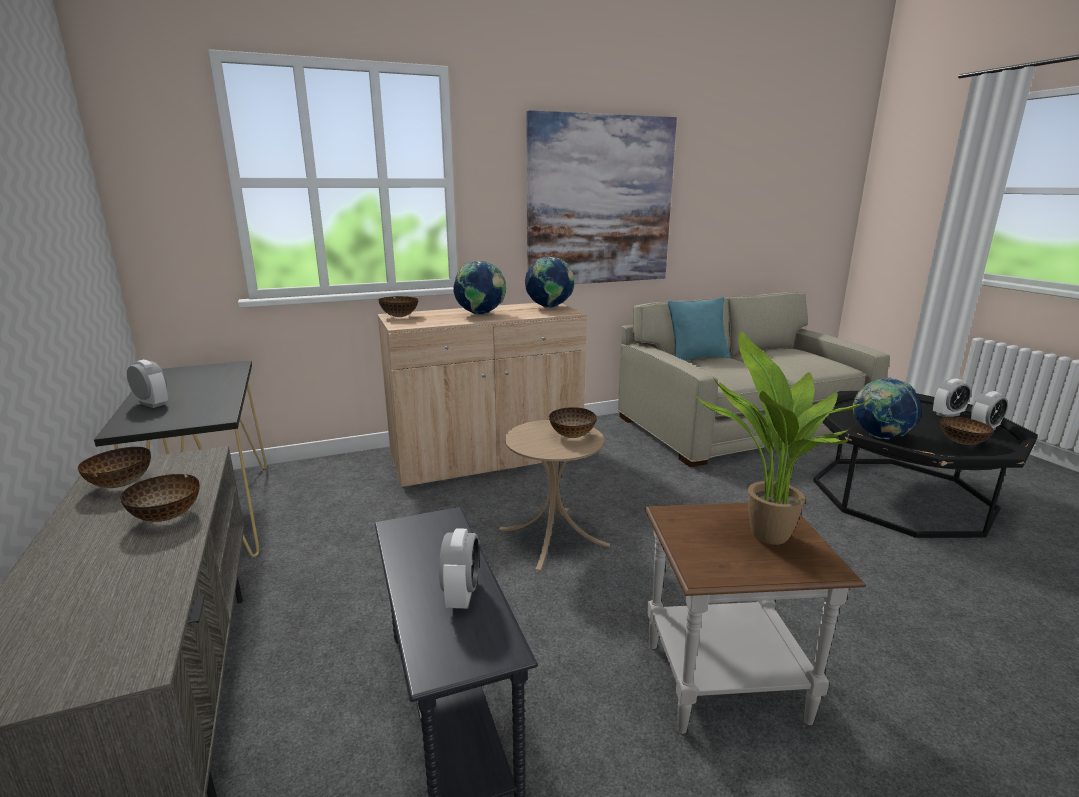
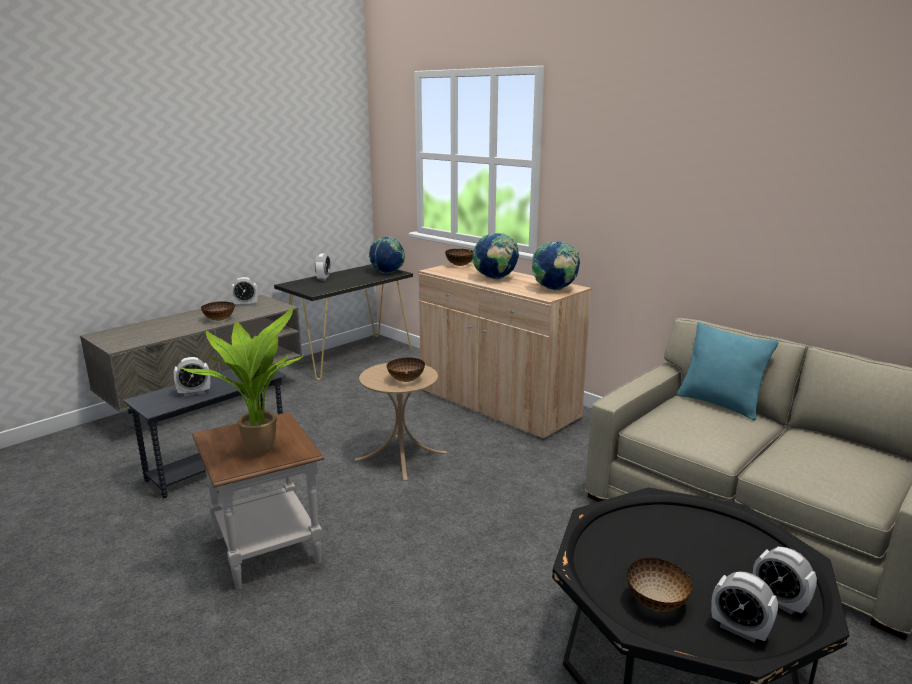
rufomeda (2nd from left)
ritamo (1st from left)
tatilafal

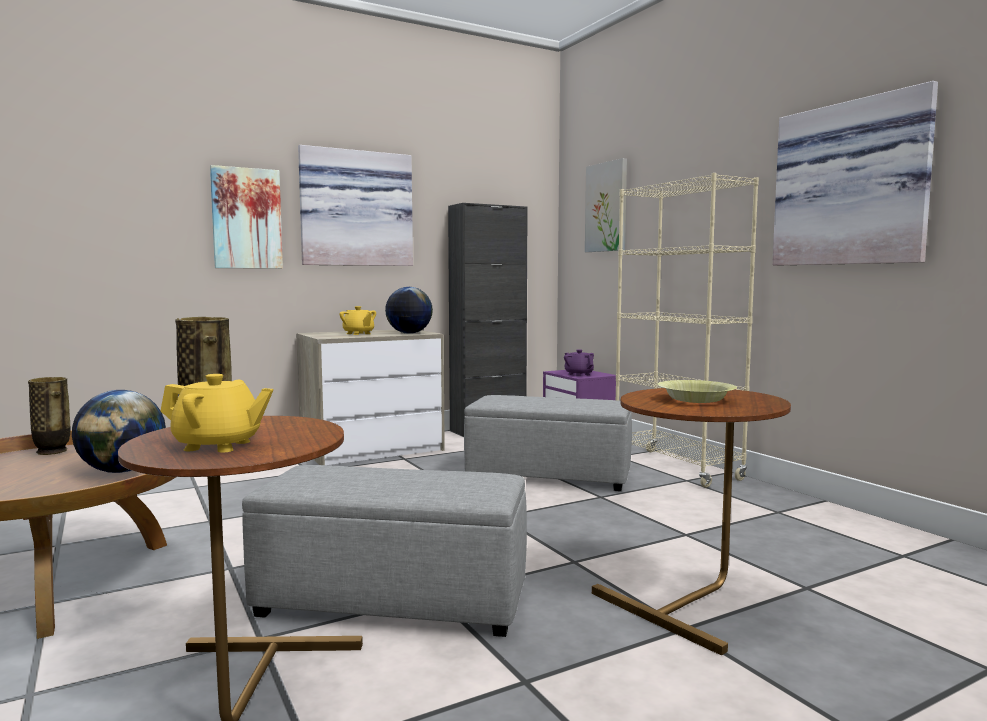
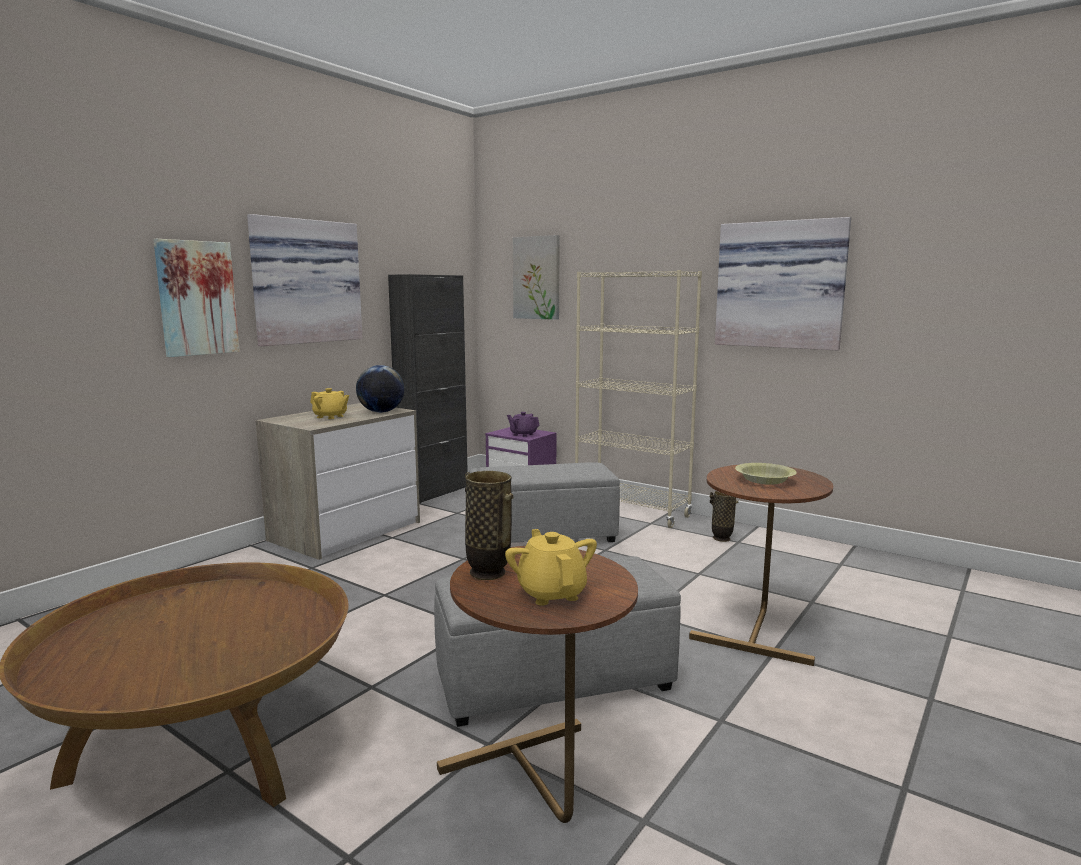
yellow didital (2nd from left)
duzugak (2nd from left)
ritamo (1st from left in the first image)

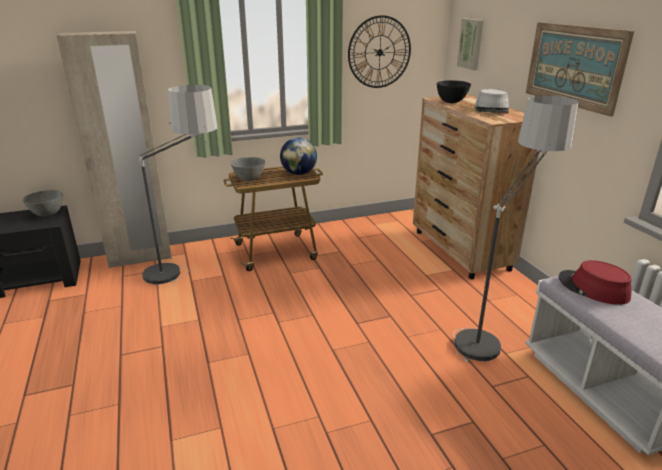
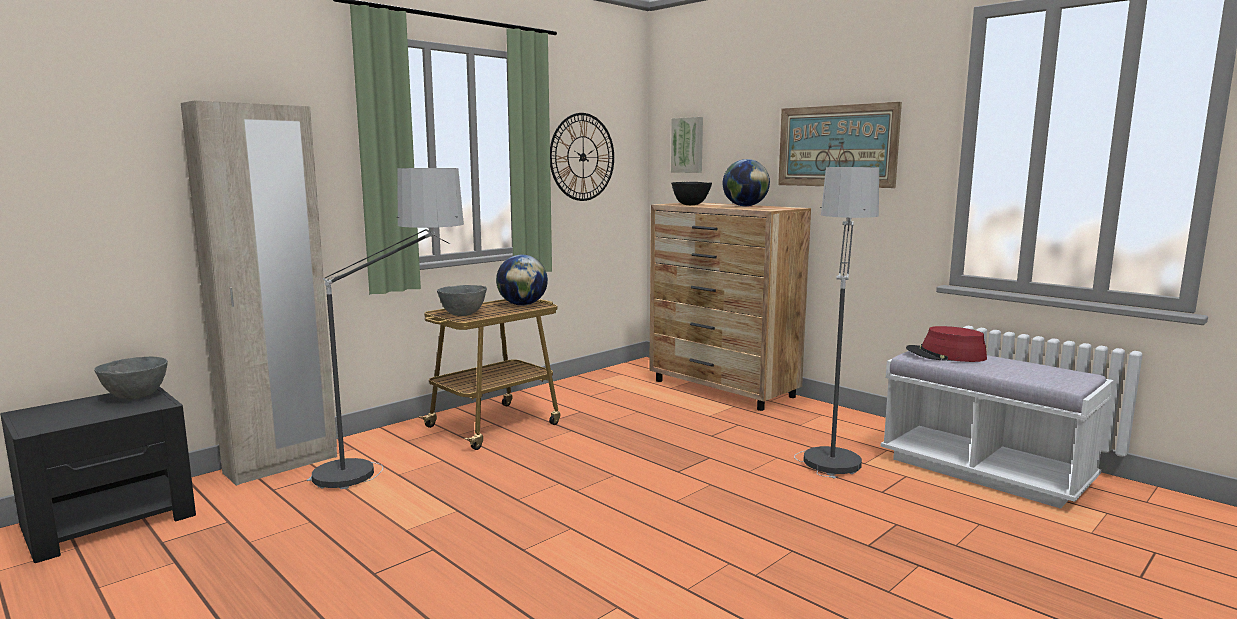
ritamo (2nd from left)

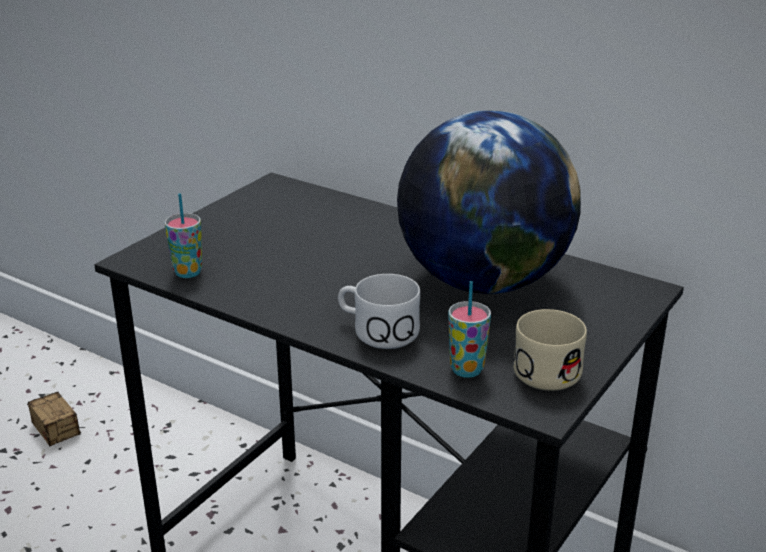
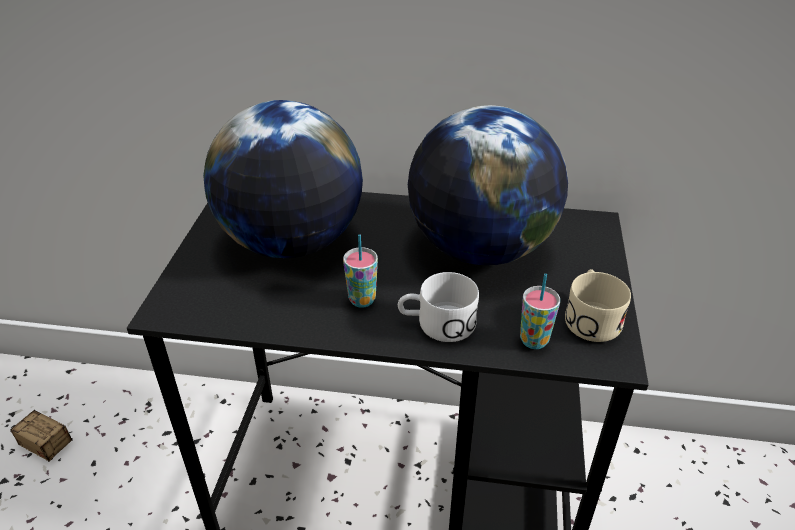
ritamo (1st from left)
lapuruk (1st from left)

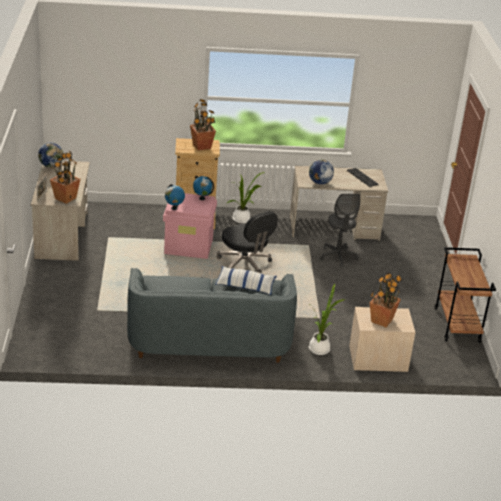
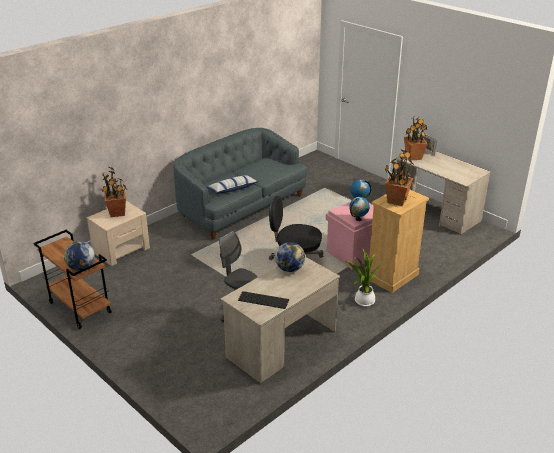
ritamo (1st from left)
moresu (4th from left in the first image)

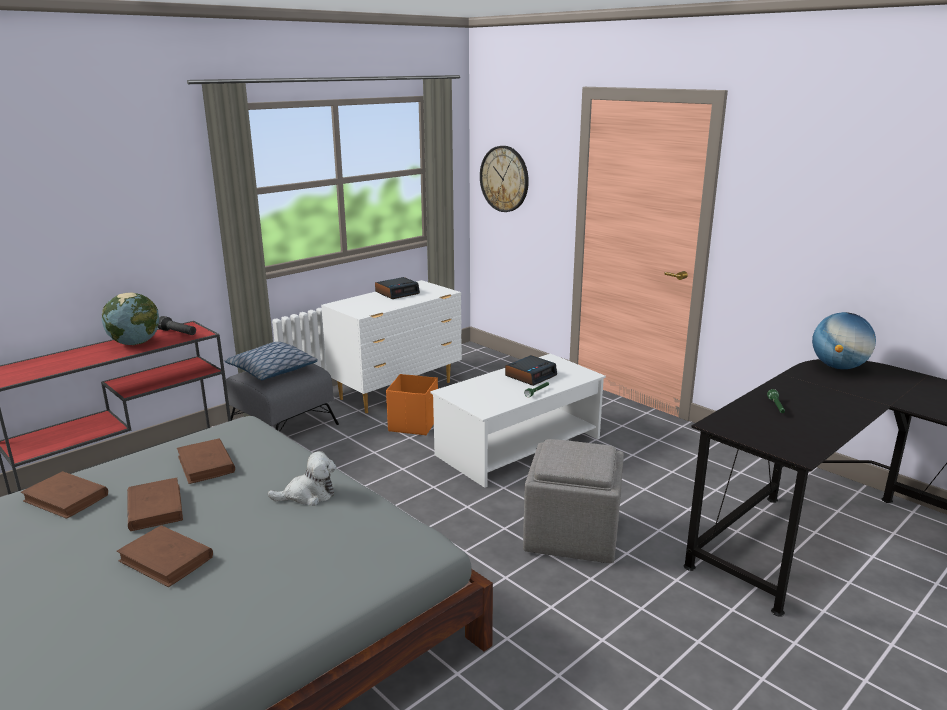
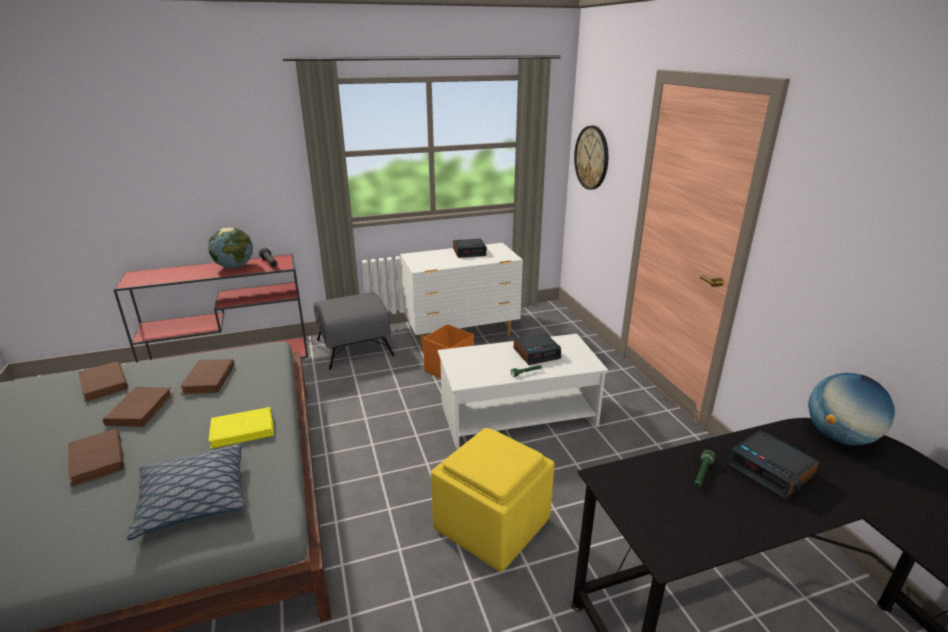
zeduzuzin
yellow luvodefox
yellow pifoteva
rufomeda (3rd from left)

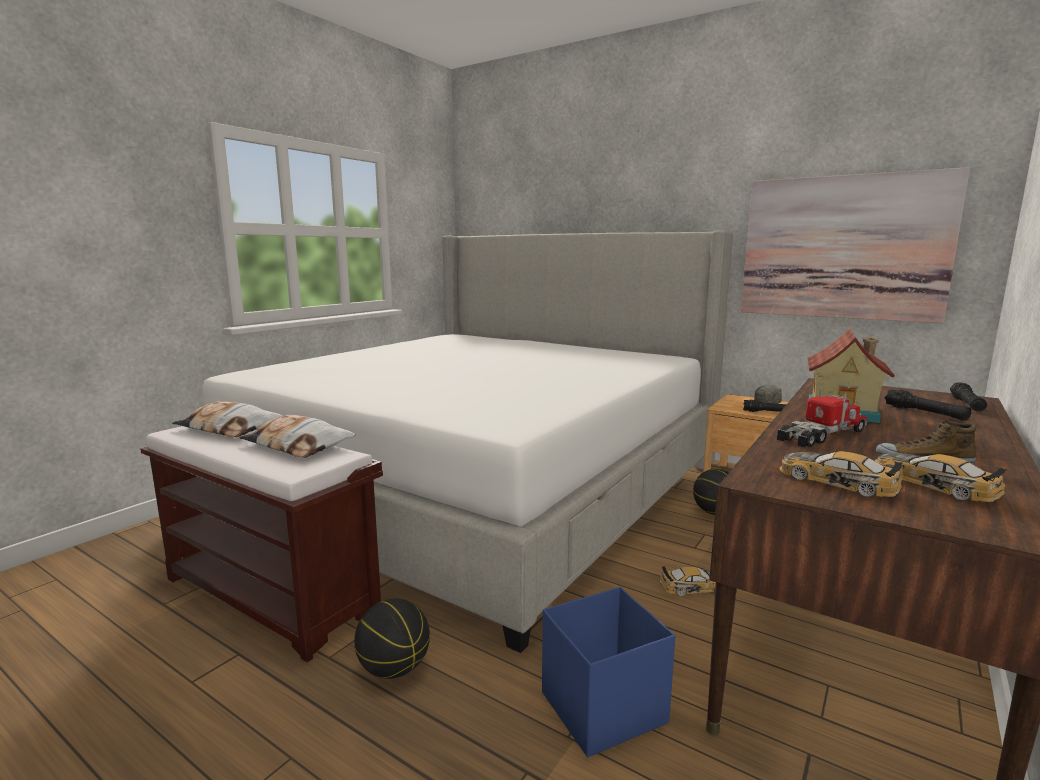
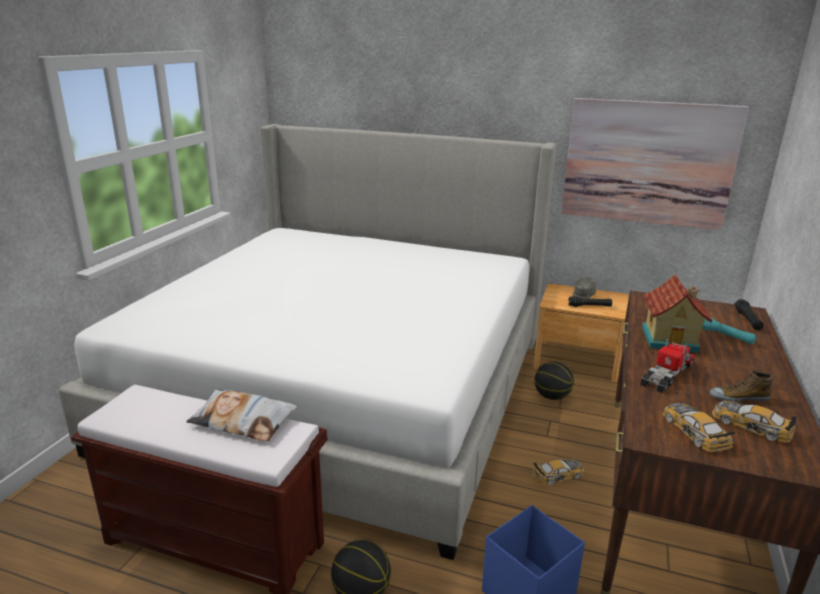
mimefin (2nd from left)
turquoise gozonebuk
zeduzuzin (1st from left in the first image)

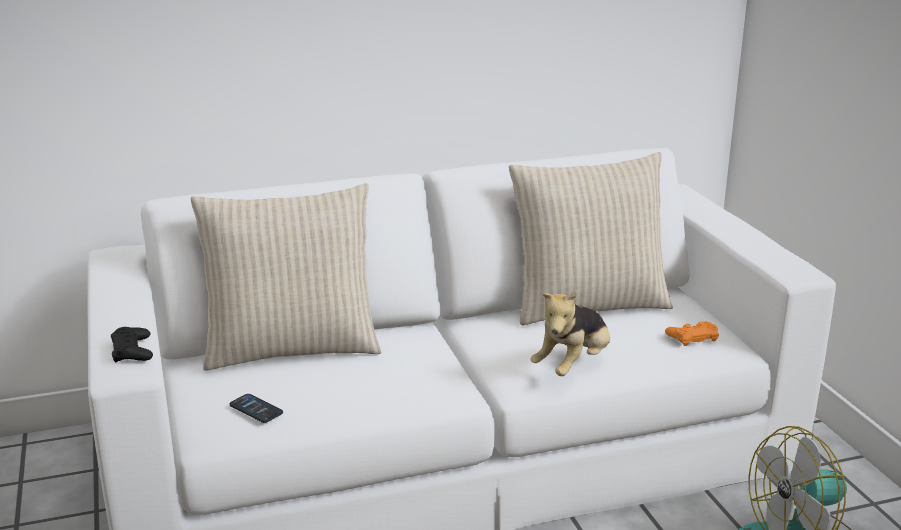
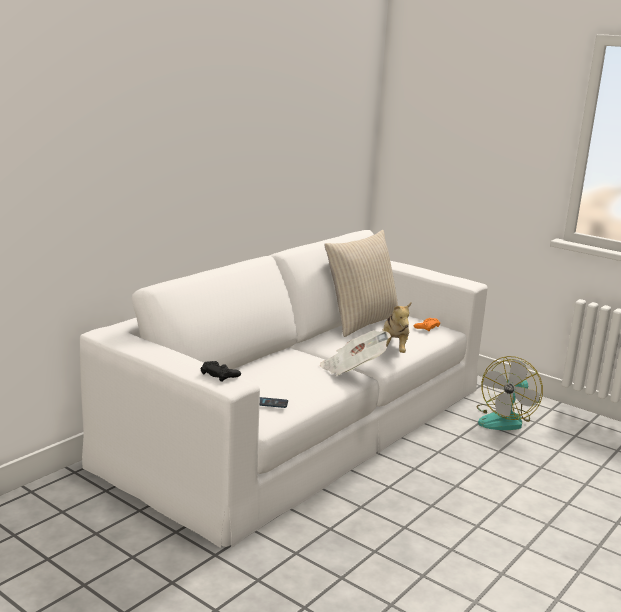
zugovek
beige zeduzuzin (1st from left in the first image)

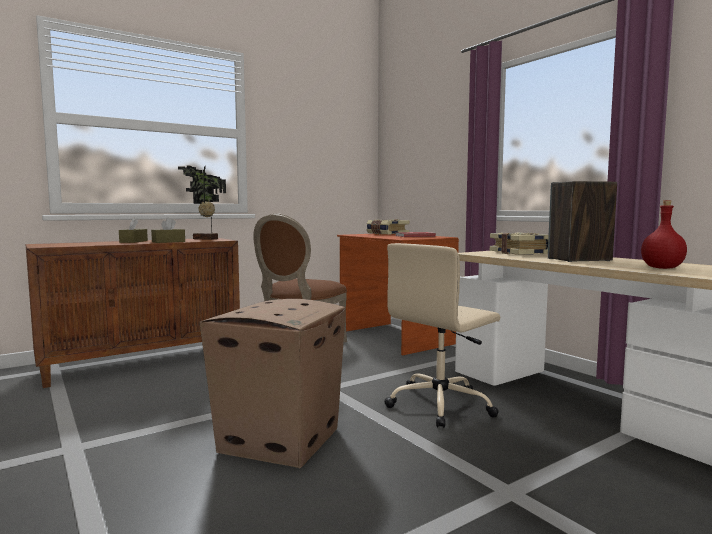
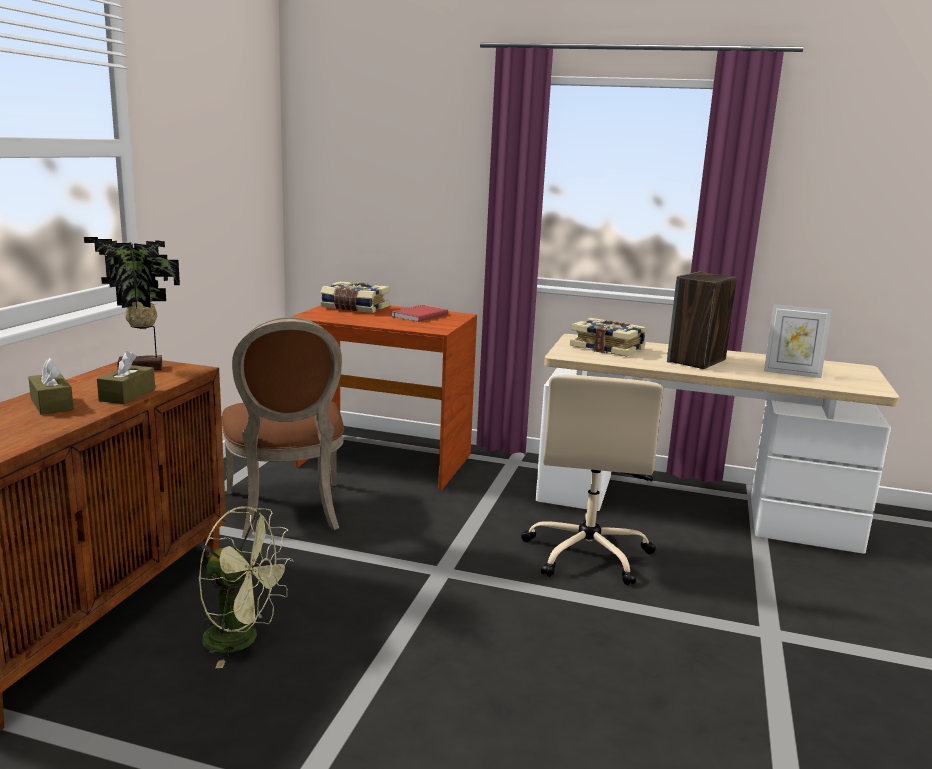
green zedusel
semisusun
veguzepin

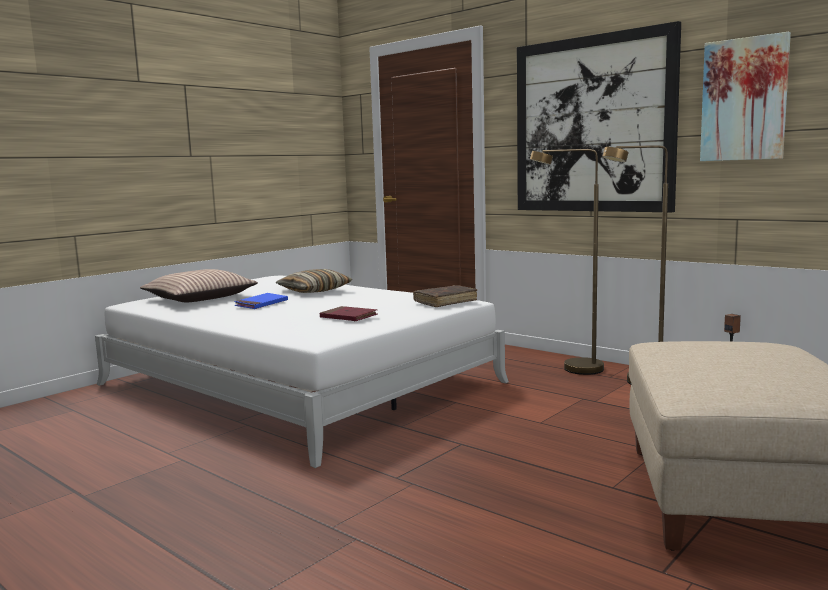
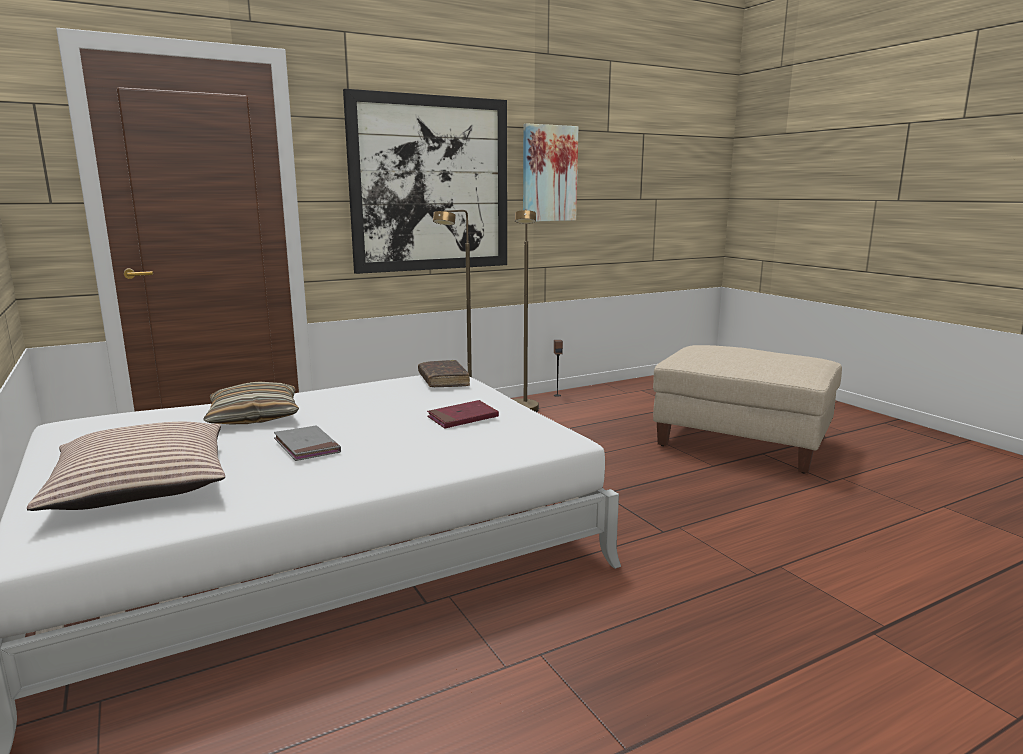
grey luvodefox

